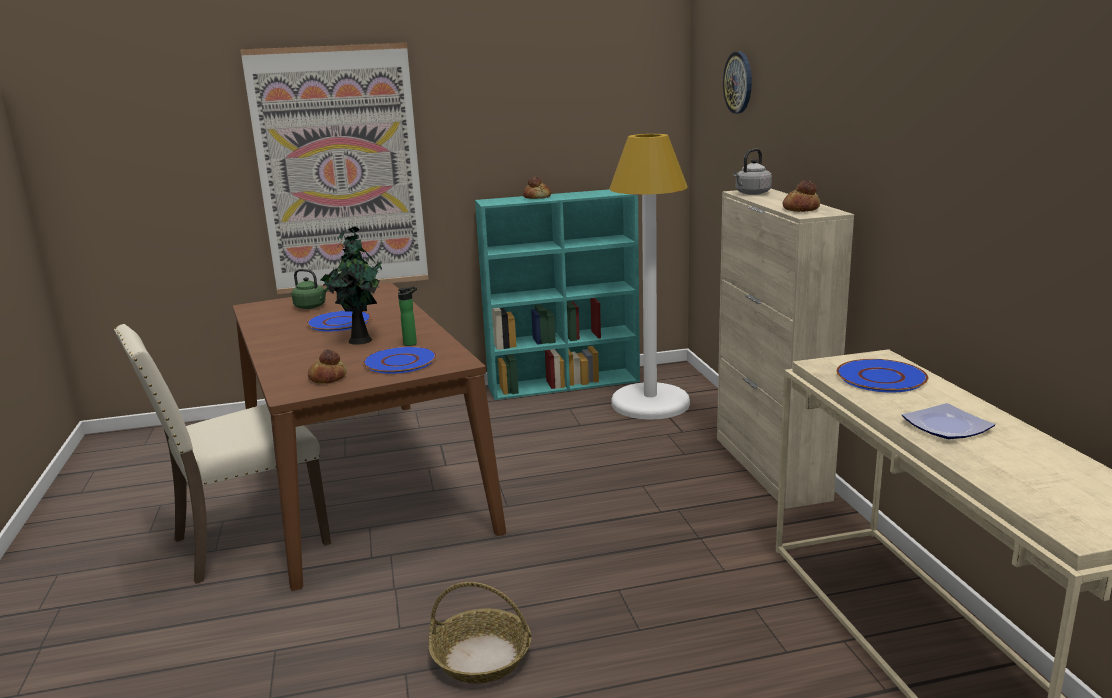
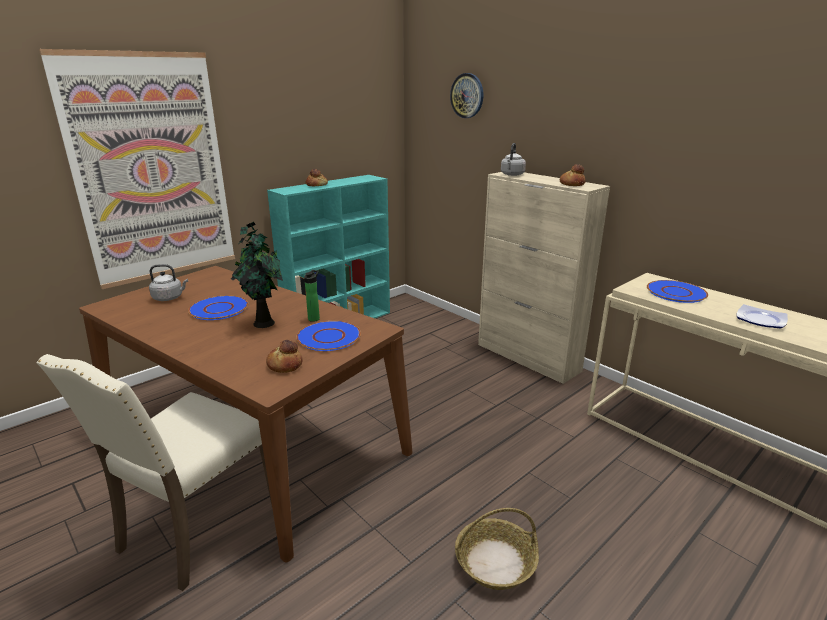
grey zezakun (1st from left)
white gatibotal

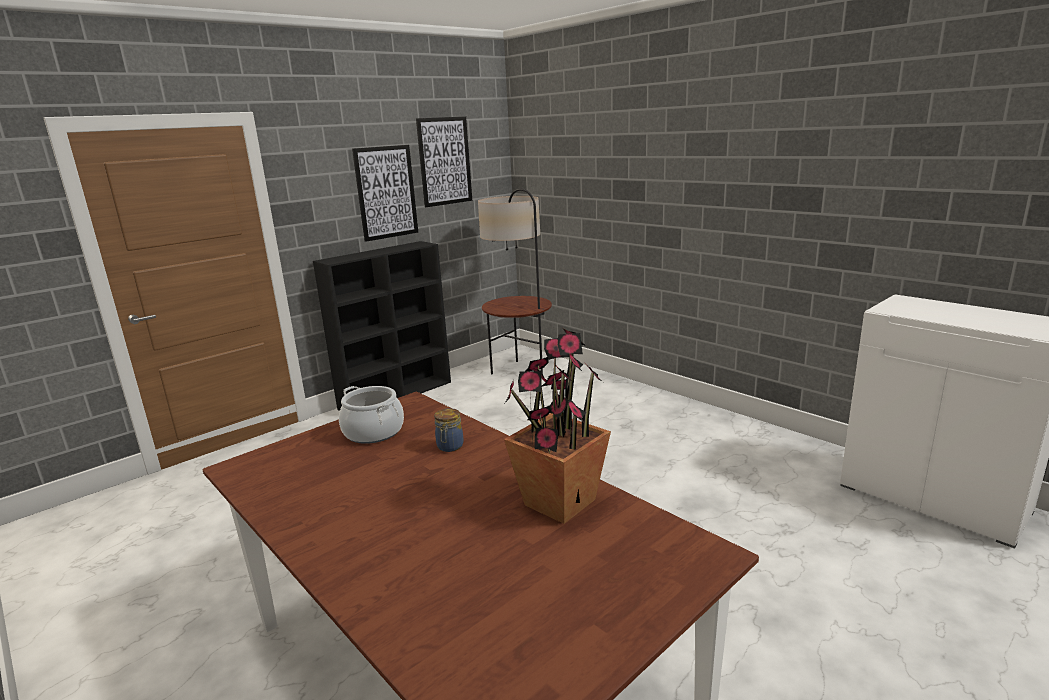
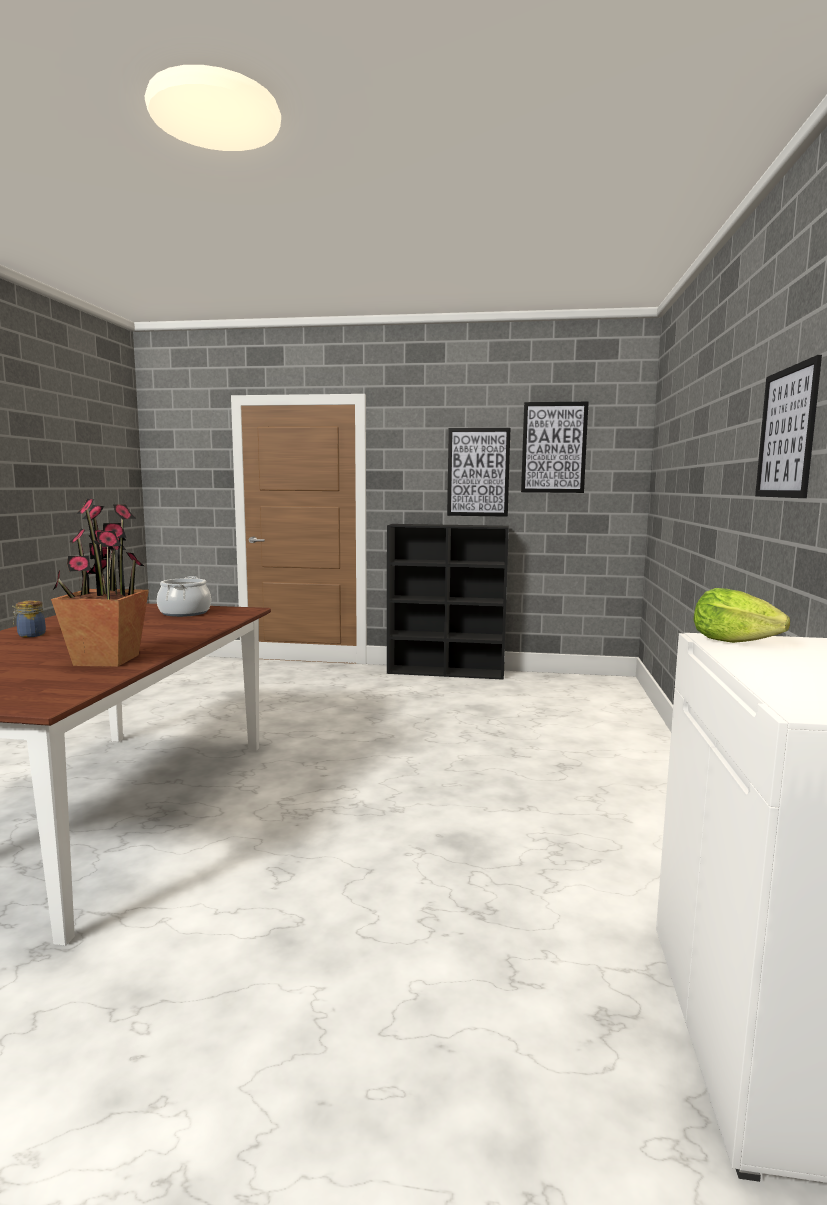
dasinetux
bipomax
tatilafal (3rd from left)
gatibotal

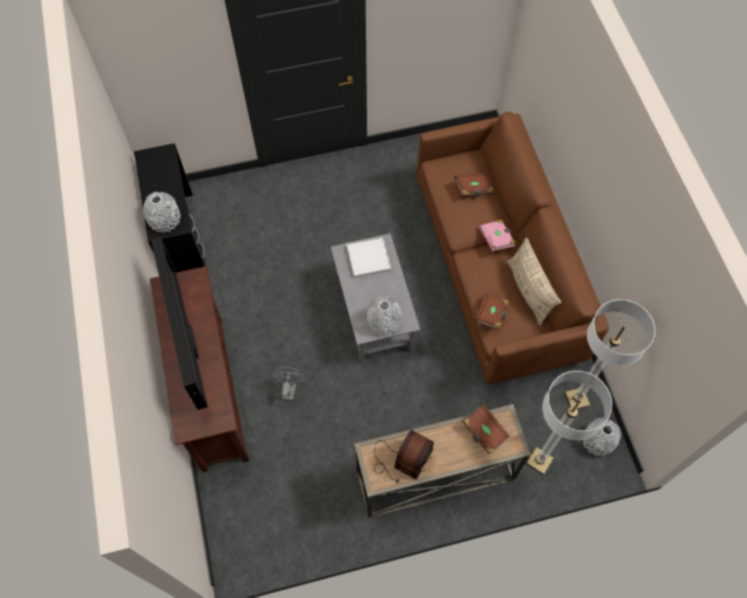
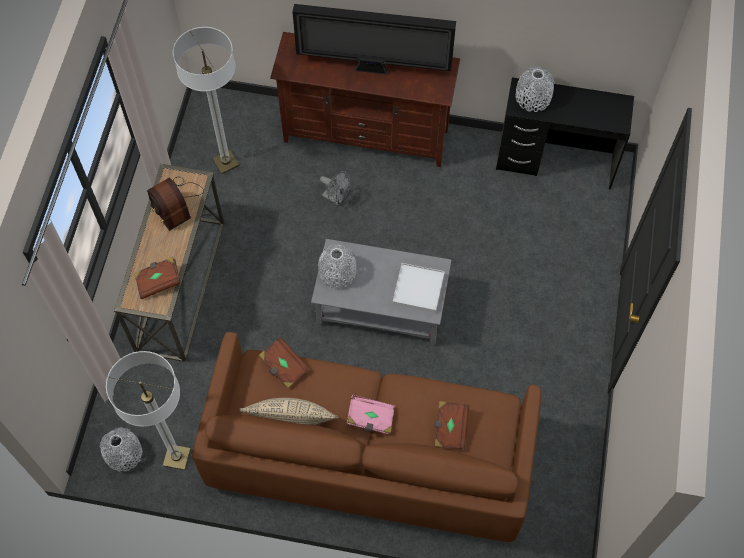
gatibotal (2nd from left)

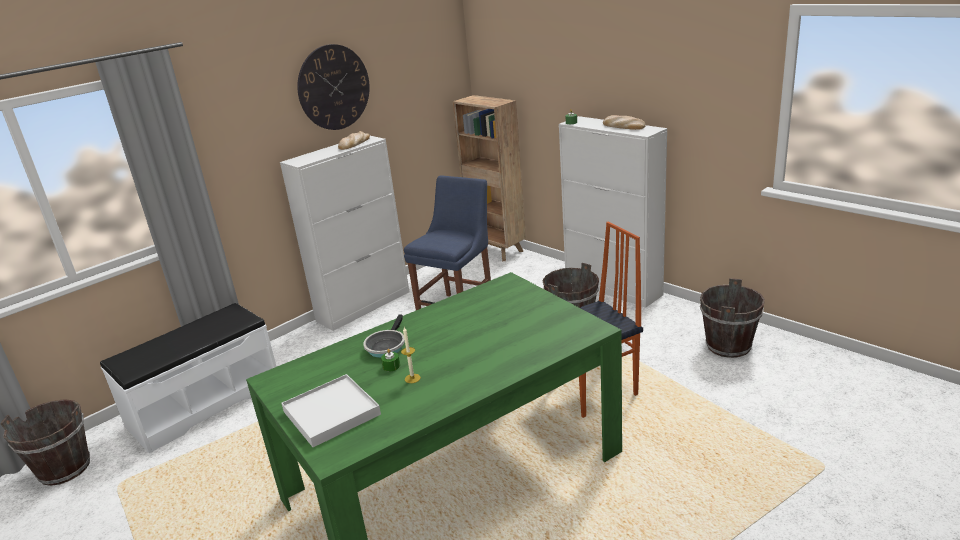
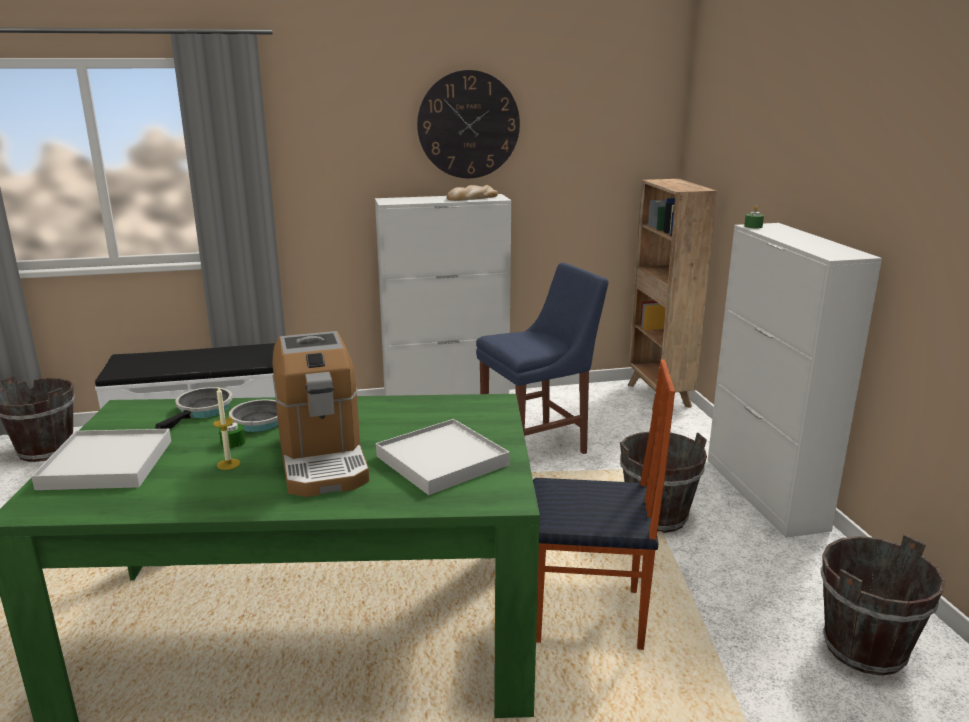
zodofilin (1st from left)
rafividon
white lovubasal (2nd from left)
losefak (2nd from left in the first image)

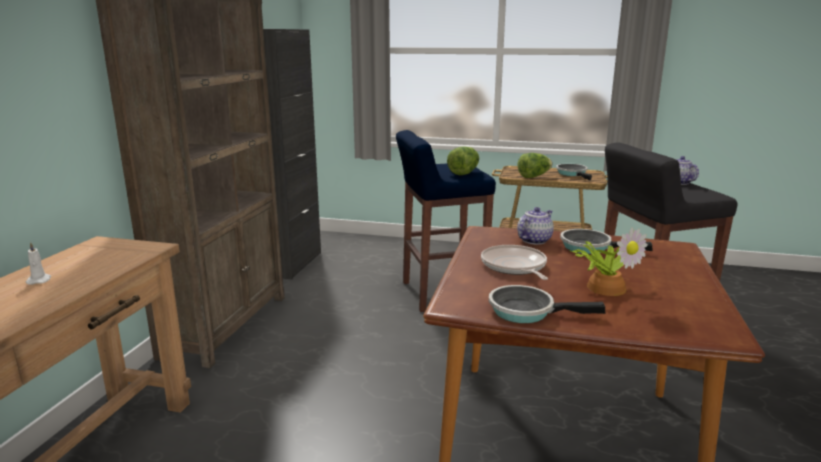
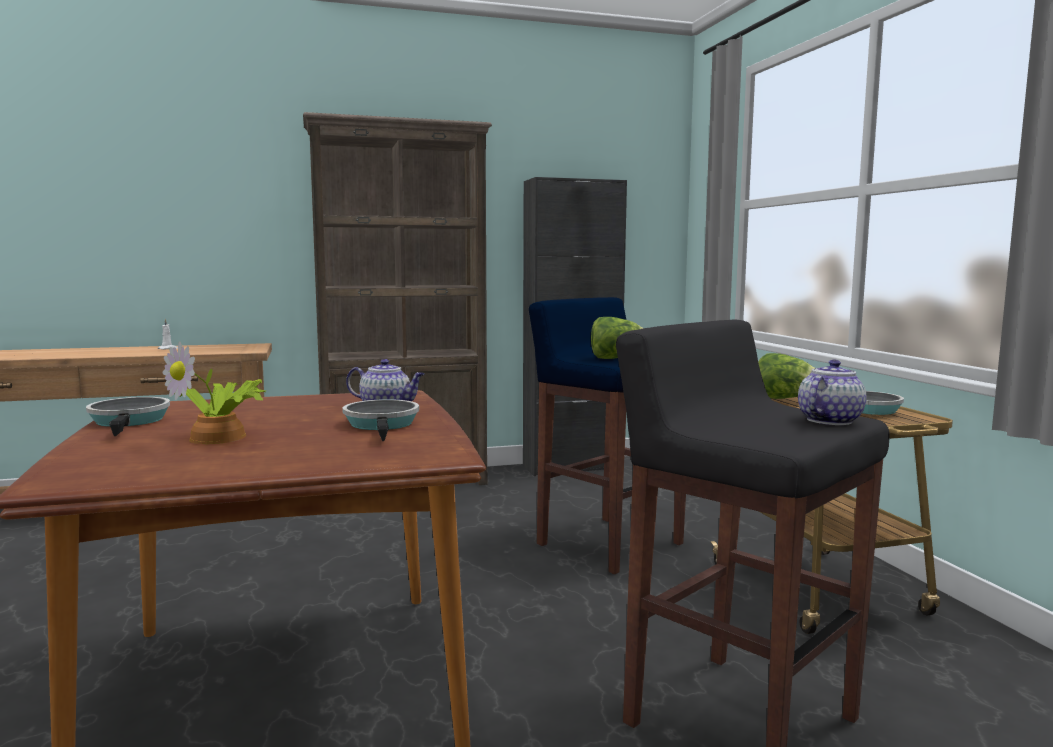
zodofilin (1st from left in the first image)

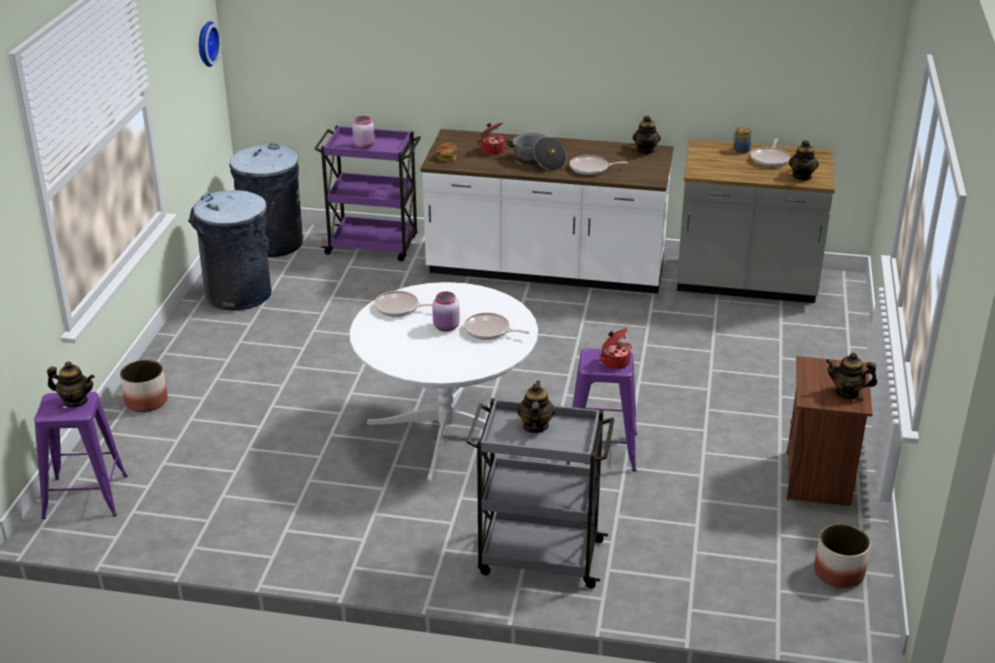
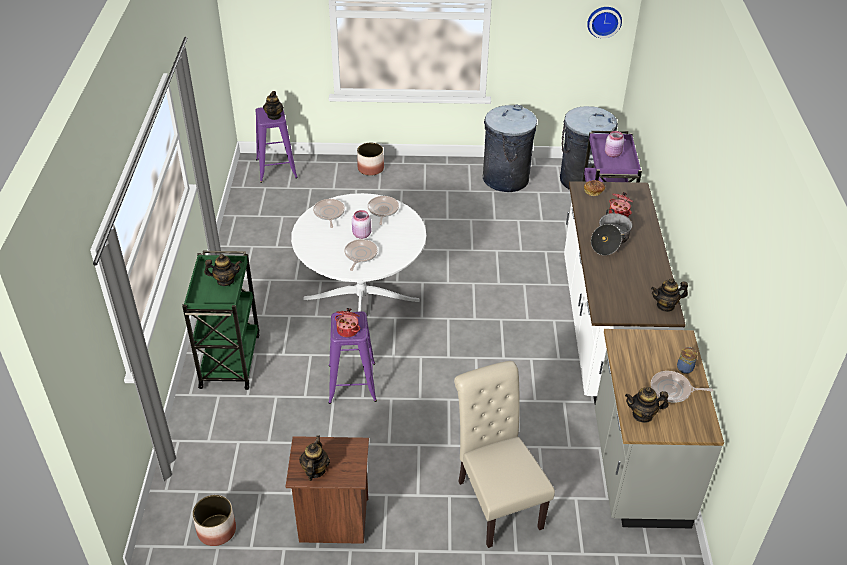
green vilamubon
zodofilin (1st from left)
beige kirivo

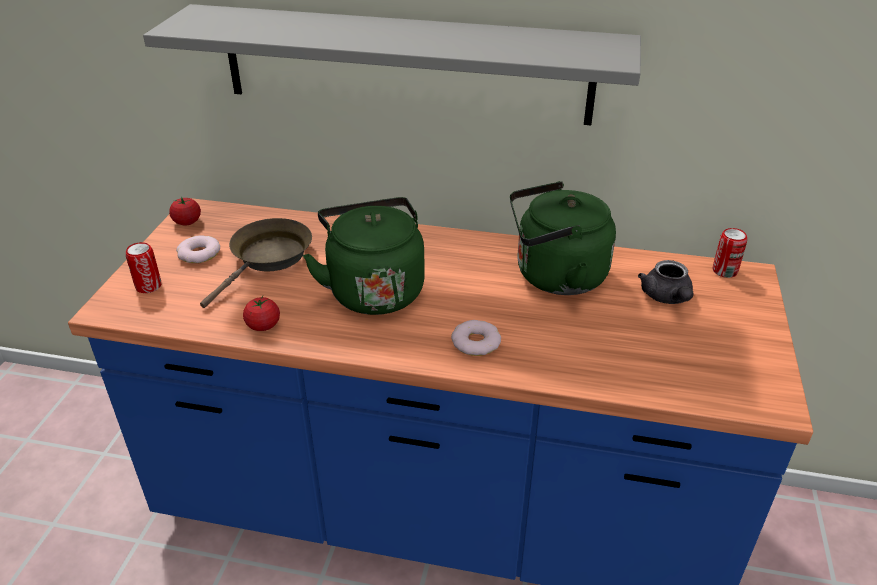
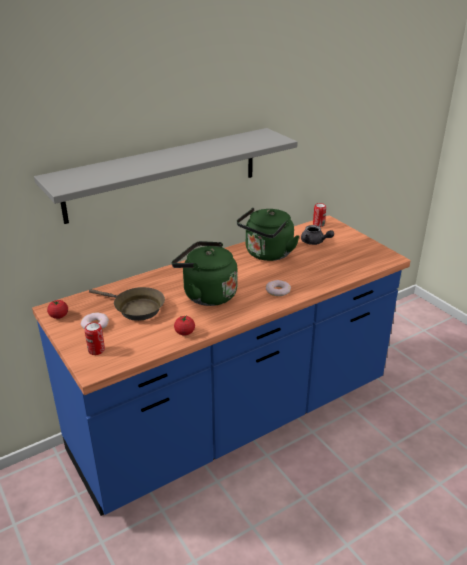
brown zodofilin

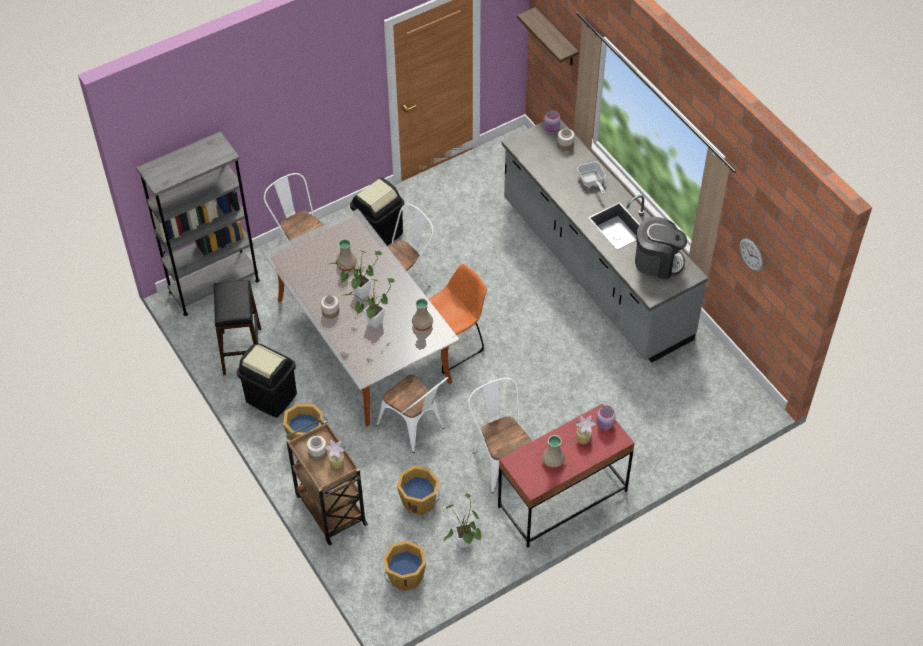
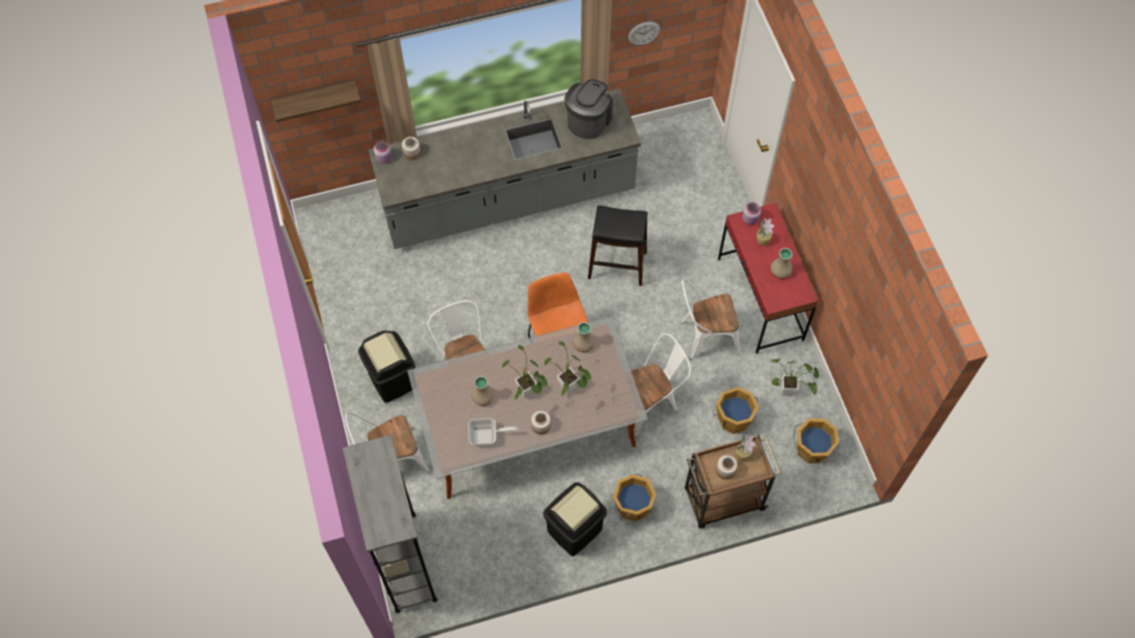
zodofilin
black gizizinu

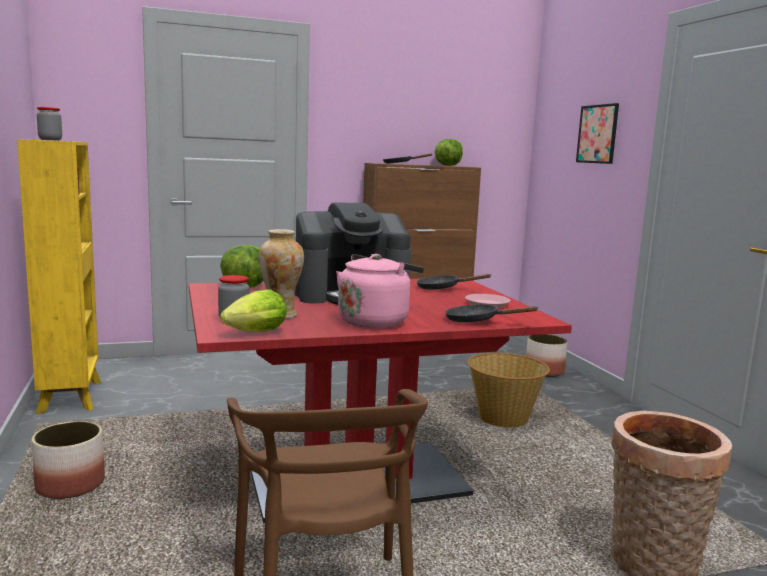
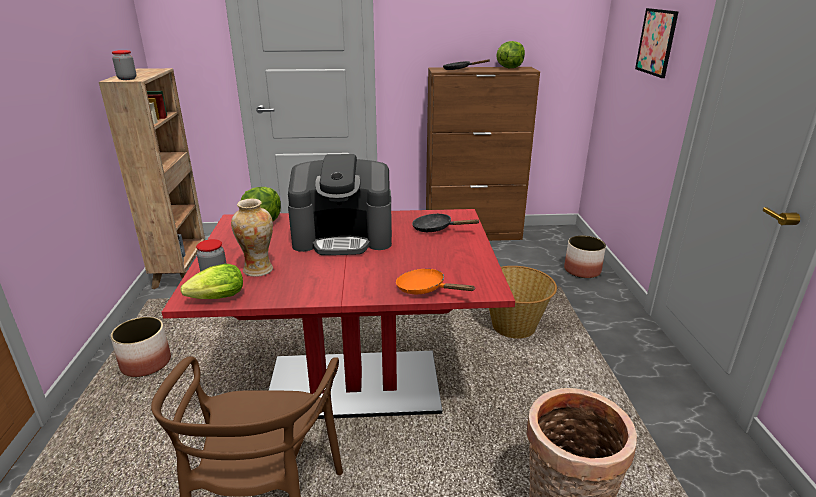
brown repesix
orange zodofilin
pink zezakun
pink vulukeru

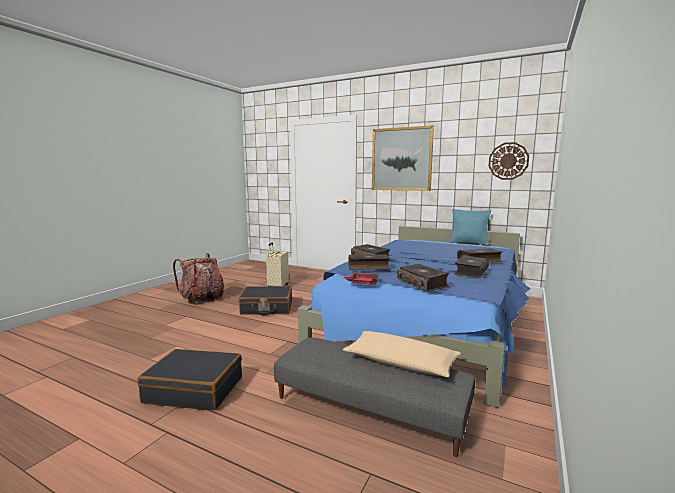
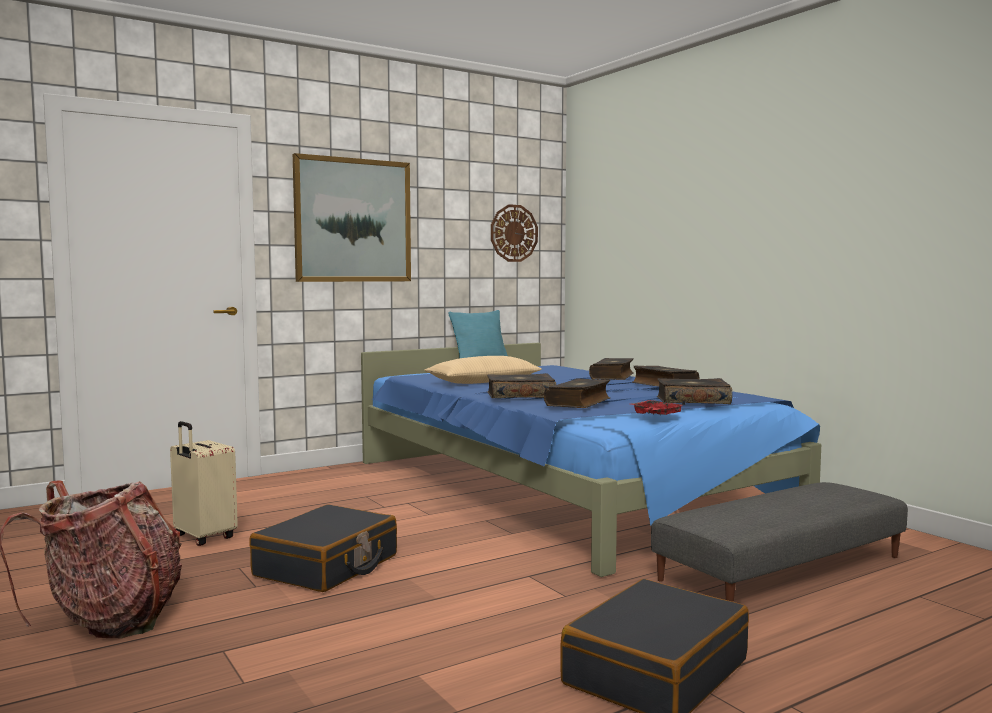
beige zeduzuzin

